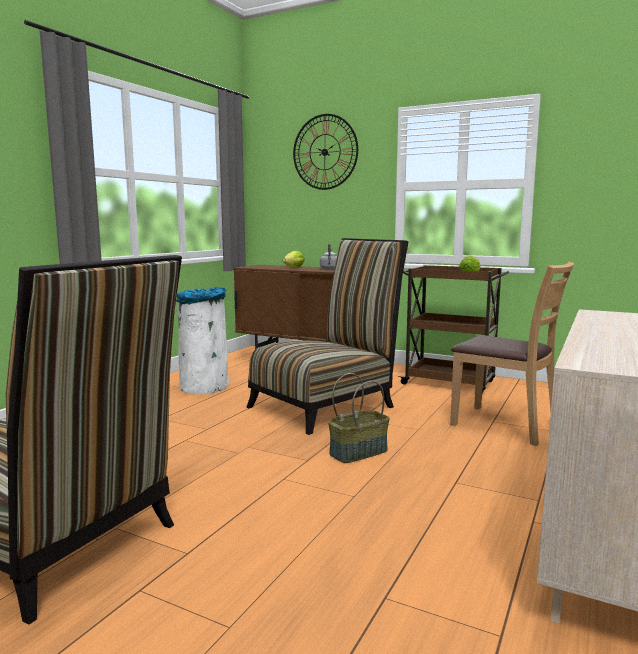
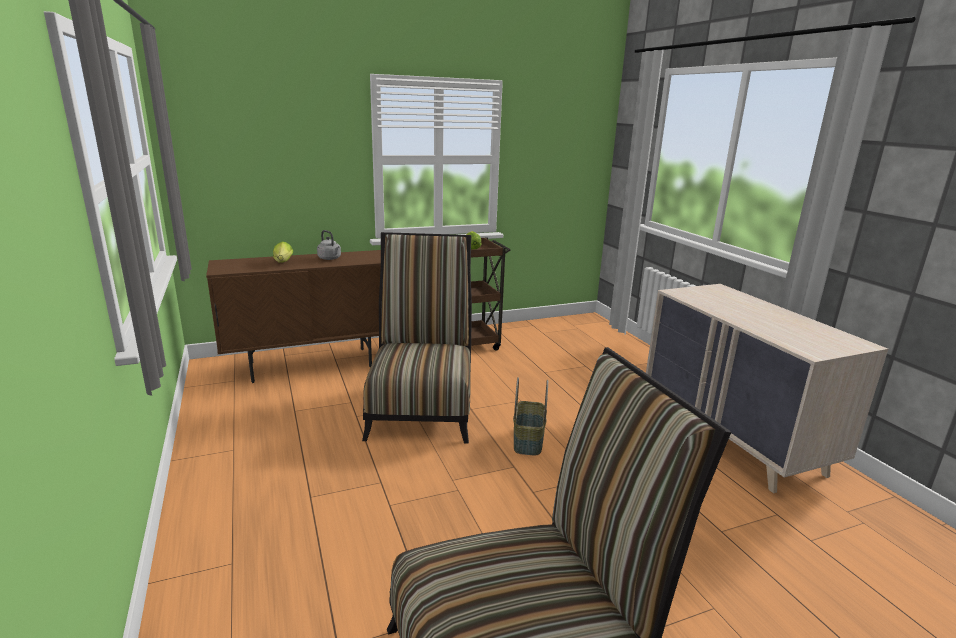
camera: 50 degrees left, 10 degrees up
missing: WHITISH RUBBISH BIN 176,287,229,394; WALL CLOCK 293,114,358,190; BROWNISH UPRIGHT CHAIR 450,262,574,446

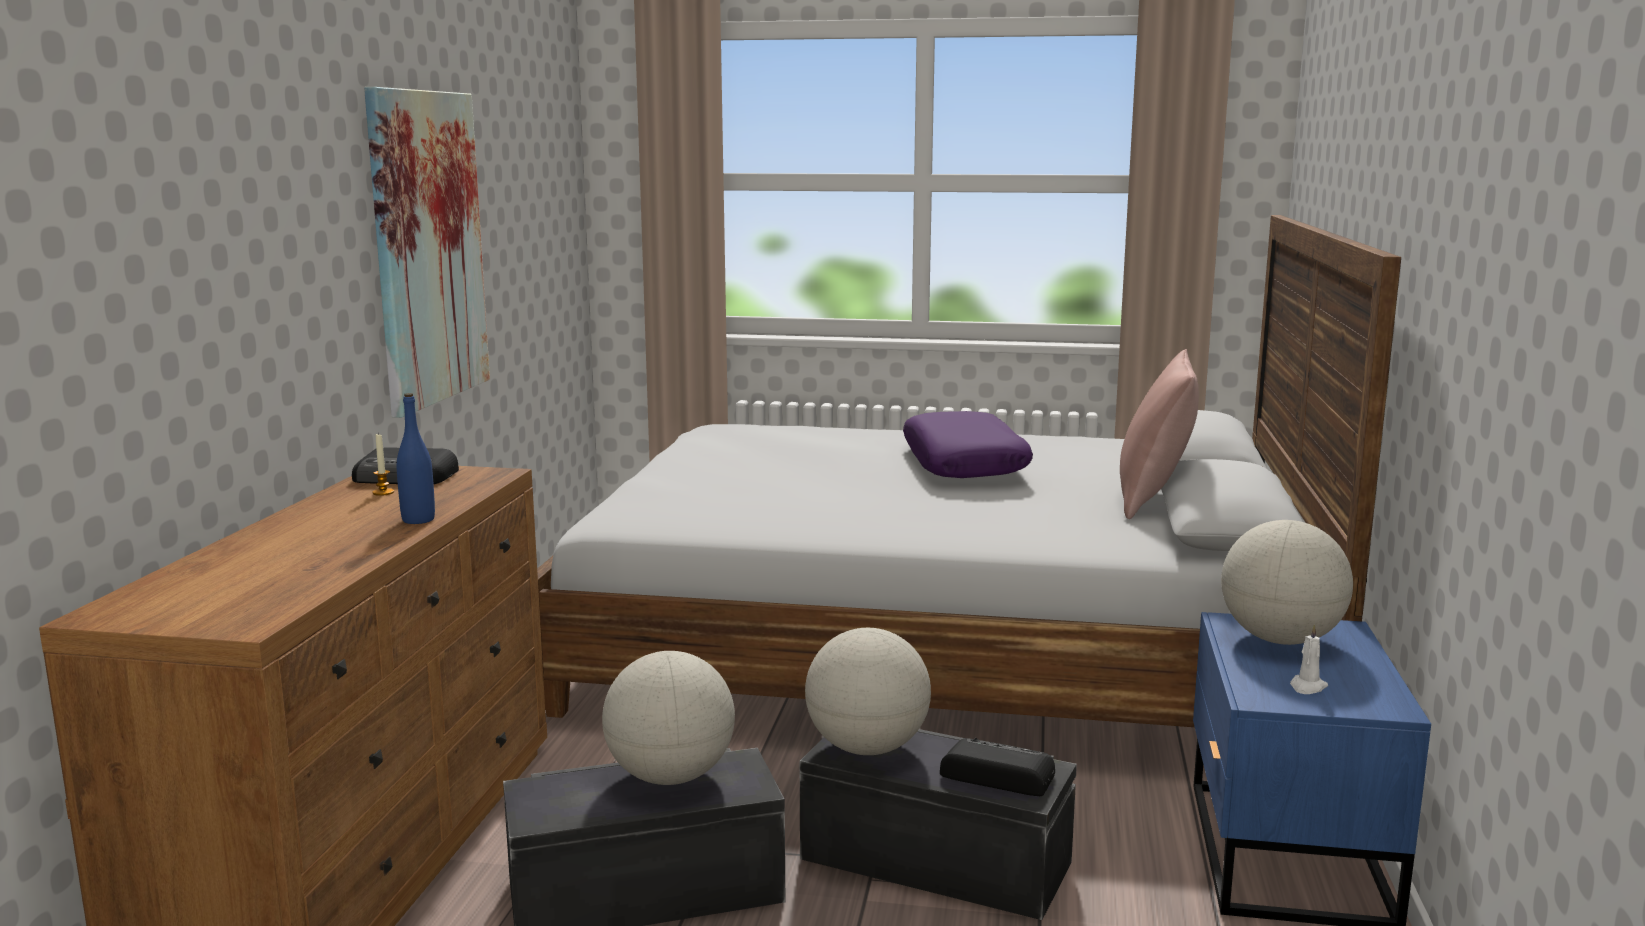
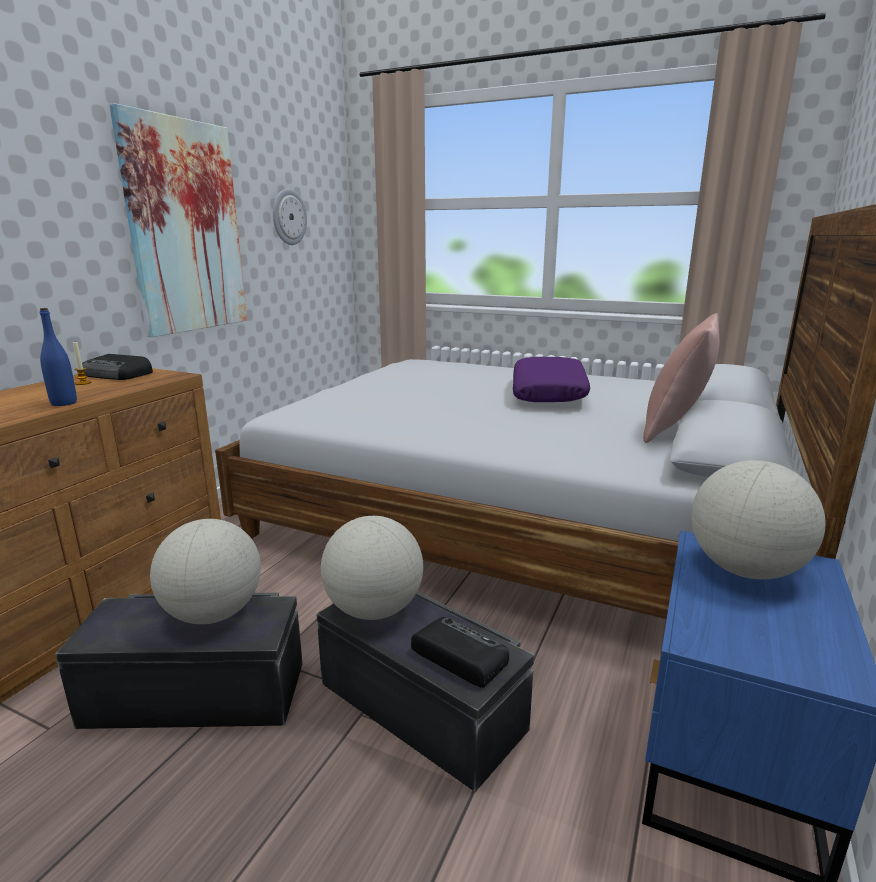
camera: 15 degrees right, 5 degrees up
missing: WHITISH WAX LIGHT 1290,624,1328,694
appeared: WALL CLOCK 273,189,307,245

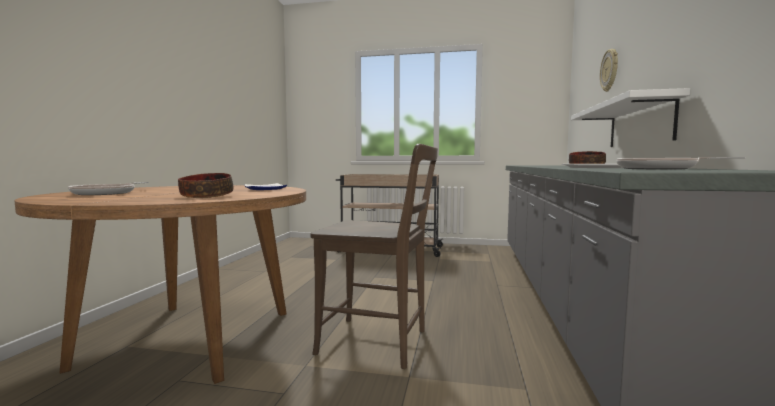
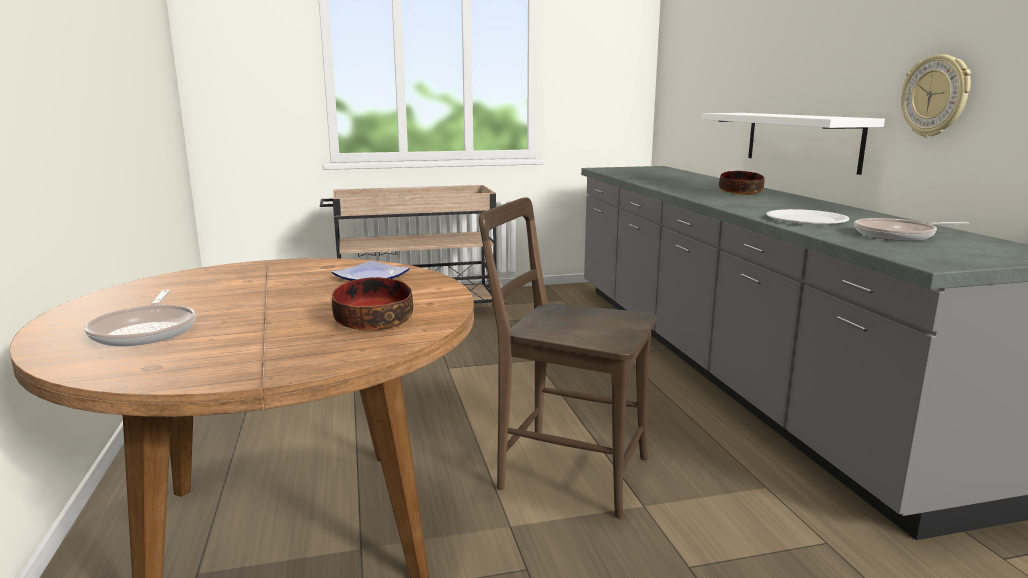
camera: 25 degrees left, 10 degrees up
relocated: WALL CLOCK 600,49,618,92 to 901,54,971,137
spun: BROWNISH UPRIGHT CHAIR 310,144,438,369 = 478,197,657,519 150 degrees counterclockwise

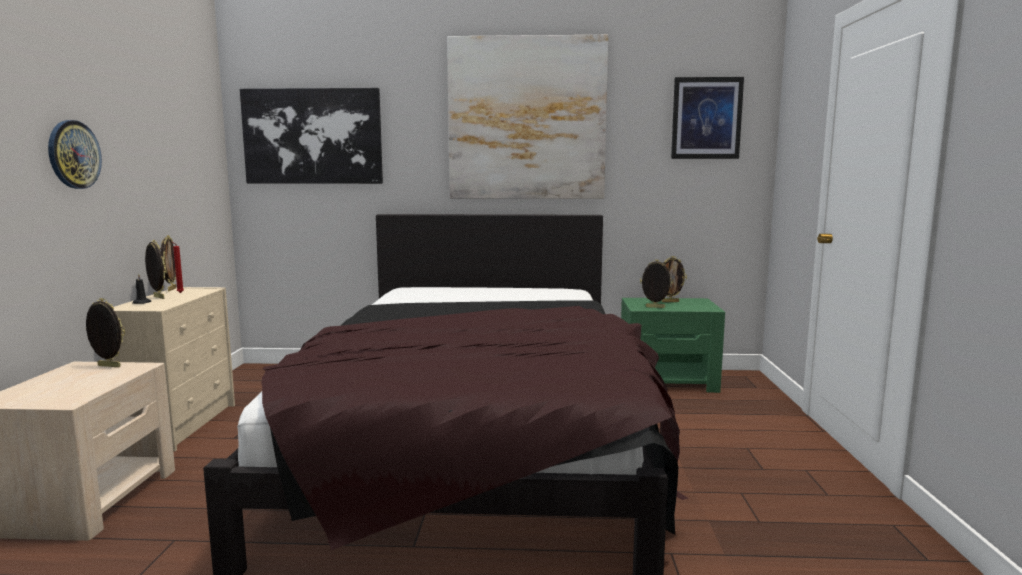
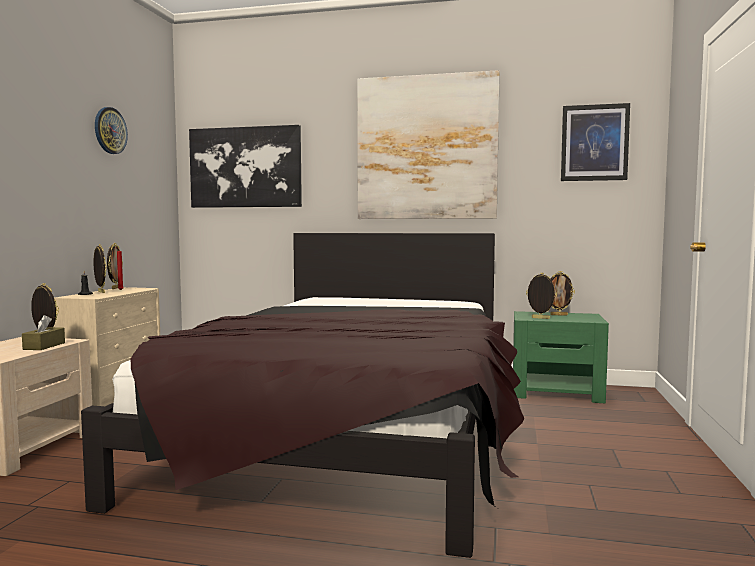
camera: 10 degrees right, 5 degrees down
appeared: BROWNISH TISSUE HOLDER 22,315,65,350
relocated: WALL CLOCK 48,120,102,189 to 95,107,128,154

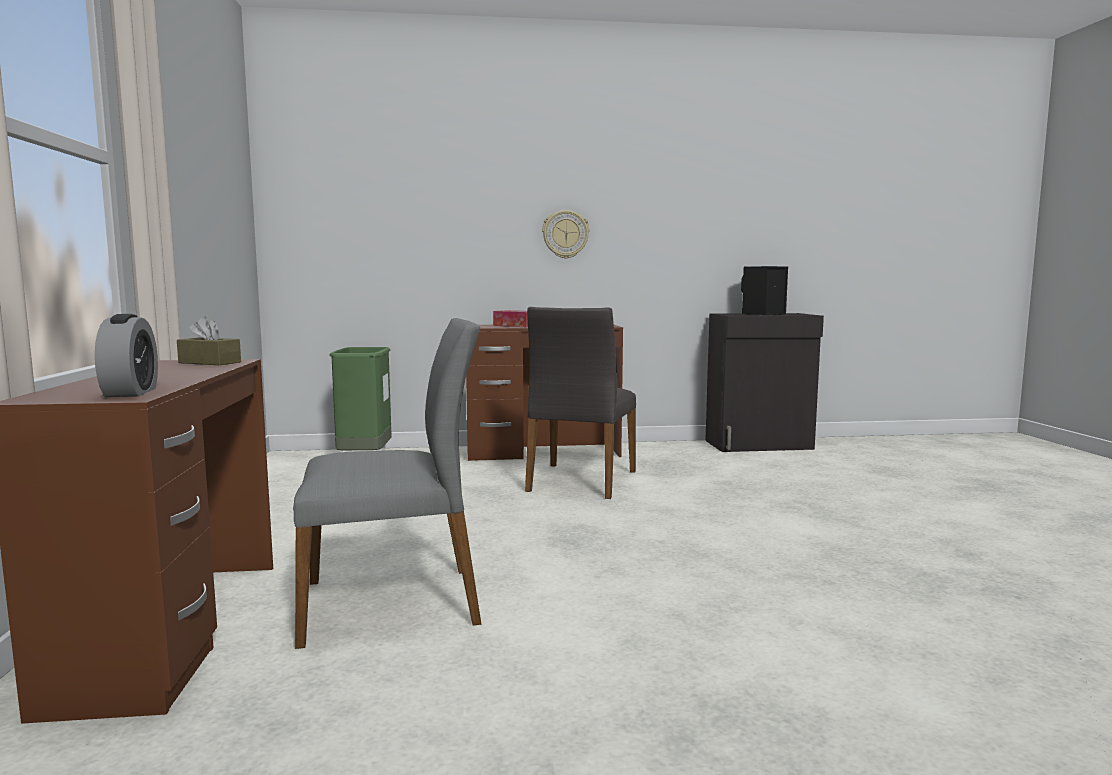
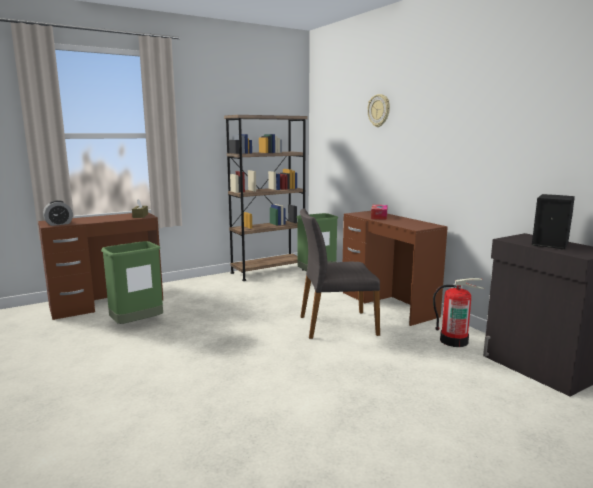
camera: 65 degrees right, 5 degrees up
appeared: BROWNISH SHELVING UNIT 224,115,308,281; FIRE-FIGHTING CYLINDER 433,278,485,347
relocated: WALL CLOCK 542,210,589,259 to 368,94,390,127
exchanged: GREY UPRIGHT CHAIR 293,318,482,649 to GREENISH RUBBISH BIN 101,241,163,324

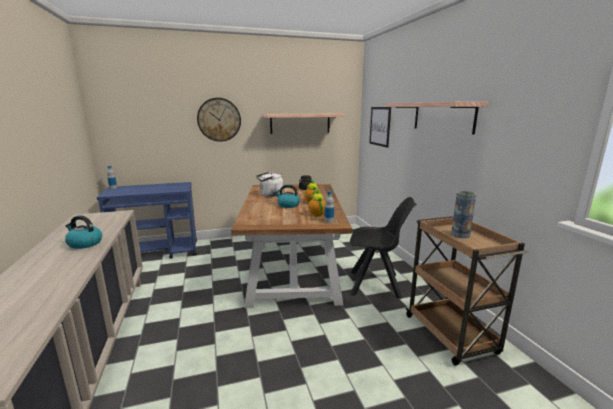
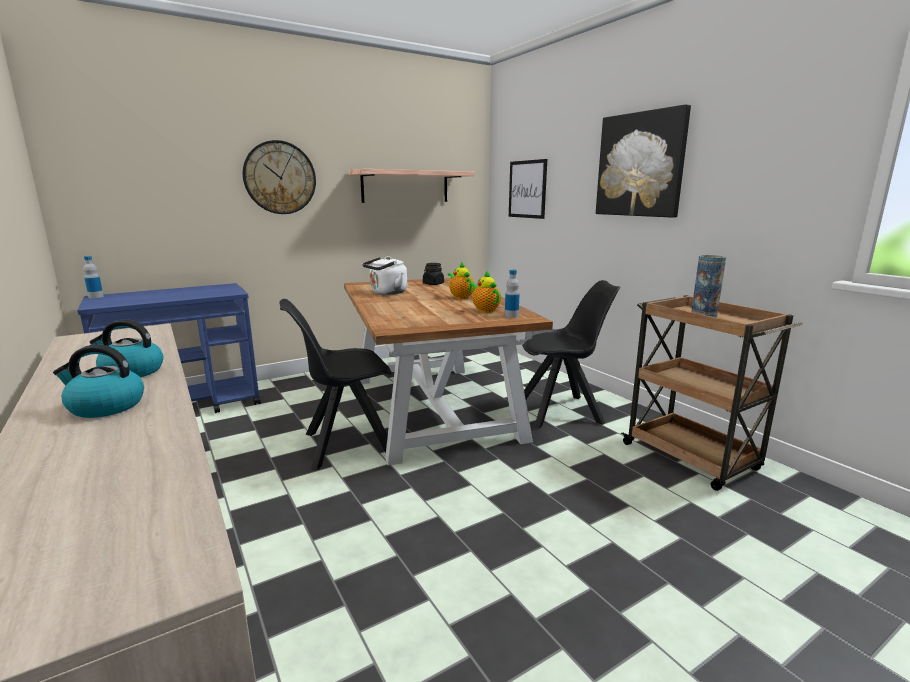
camera: 15 degrees left, 0 degrees up
appeared: BLACK-COLOURED UPRIGHT CHAIR 279,299,392,471
relocated: KETTLE 275,185,300,208 to 53,345,144,418
exchanged: SHELF 386,102,489,135 to WALL PICTURE 596,104,691,218

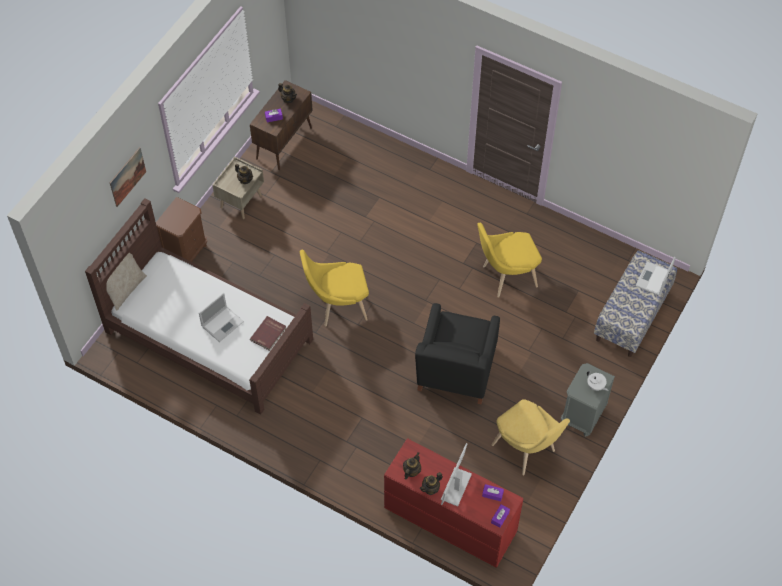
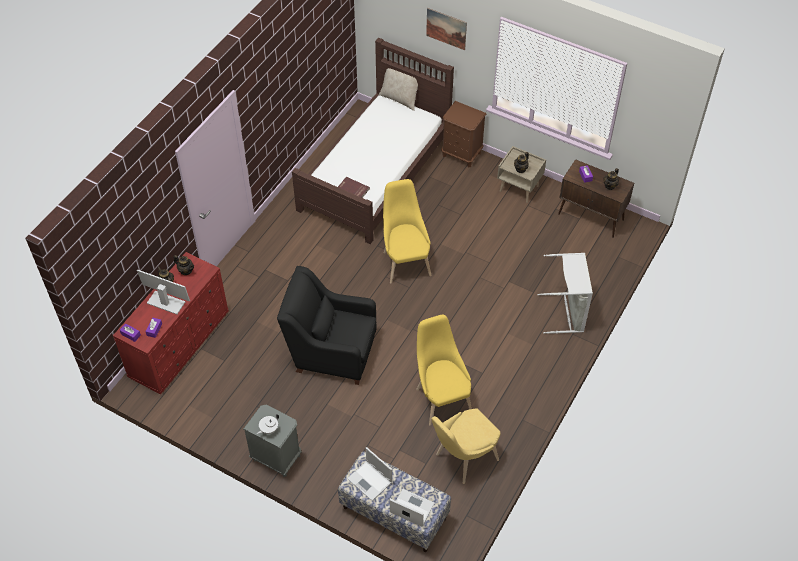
camera: 90 degrees right, 5 degrees down
appeared: GREY LAUNDRY BASKET 537,253,593,334
relocated: NOTEBOOK COMPUTER 199,293,244,342 to 347,447,392,501; YELLOW-COLOURED UPRIGHT CHAIR 491,399,570,475 to 431,409,501,484

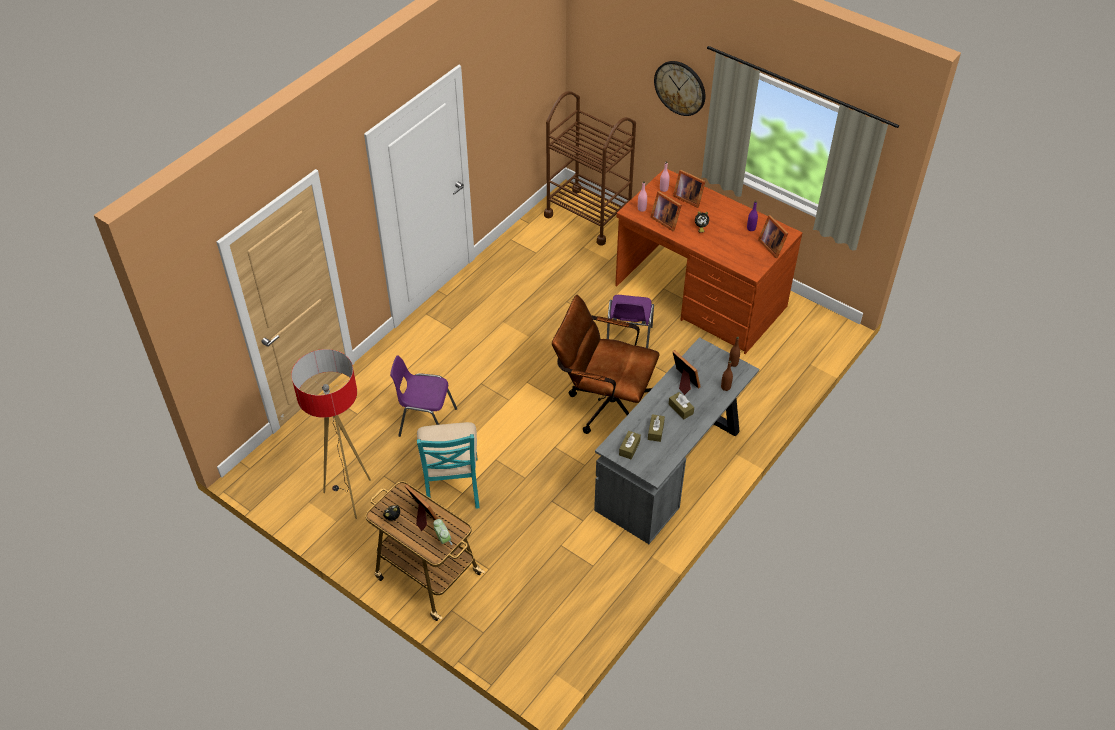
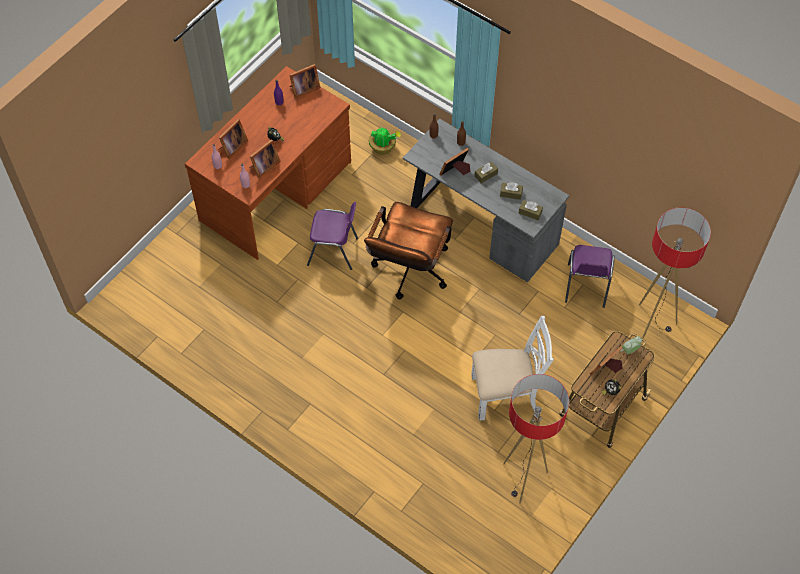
camera: 90 degrees left, 10 degrees up
missing: BROWNISH CART 544,91,636,246; WALL CLOCK 654,61,705,116
appeared: POTTED PLANT 369,128,401,155; STANDARD LAMP 639,208,711,339
relocated: PURPLISH UPRIGHT CHAIR 390,356,457,437 to 565,245,615,308
colour: BLUE-GREEN UPRIGHT CHAIR 417,422,480,509 to WHITISH UPRIGHT CHAIR 471,316,554,421

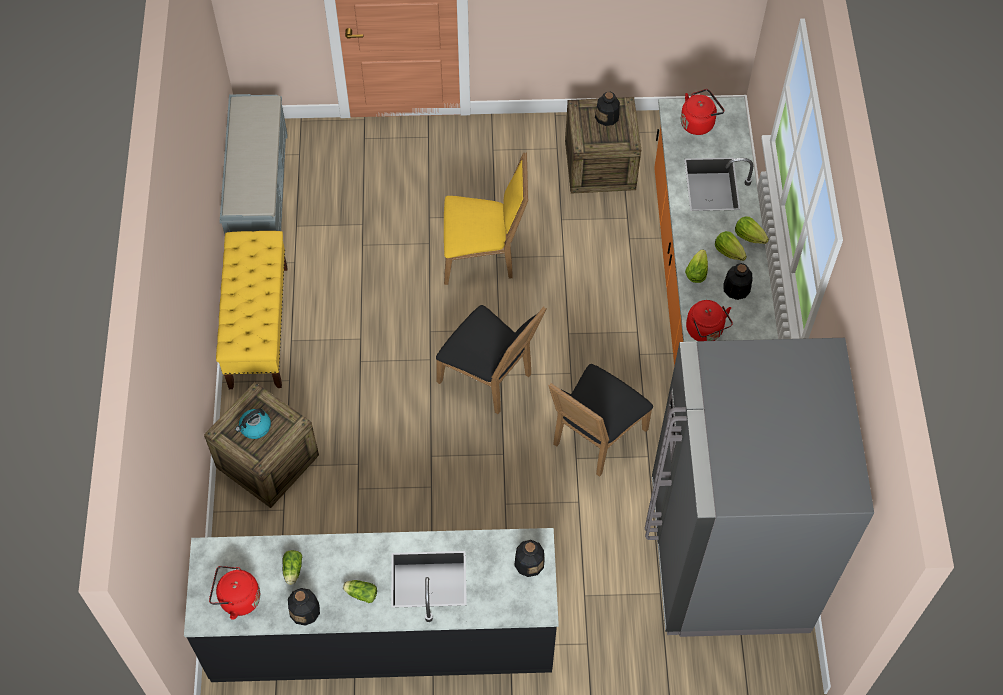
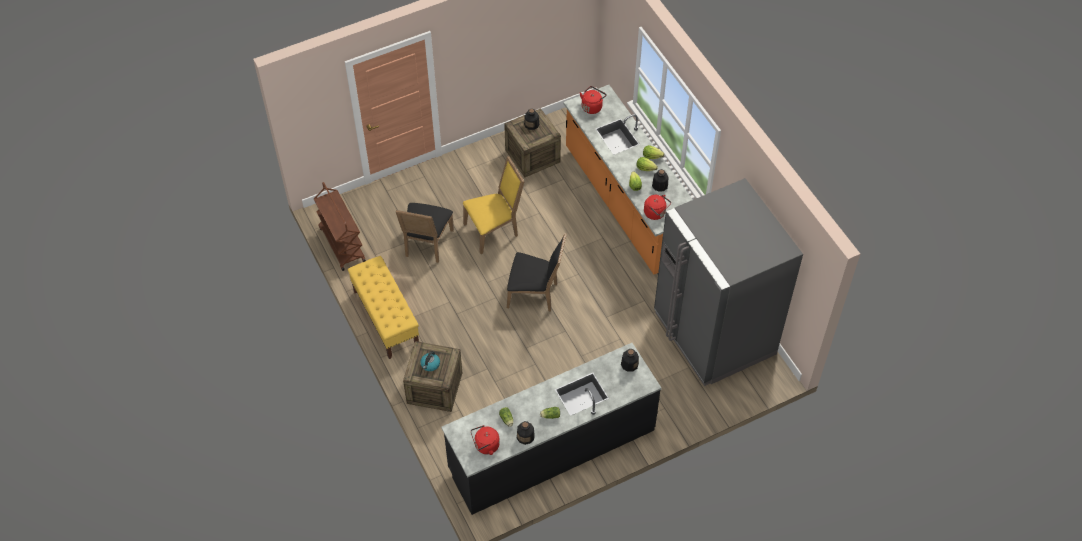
camera: 25 degrees left, 5 degrees down
relocated: BLACK-COLOURED UPRIGHT CHAIR 548,364,653,477 to 396,203,454,263
exchanged: GREY BENCH 220,94,288,234 to BROWNISH CART 314,182,366,271

